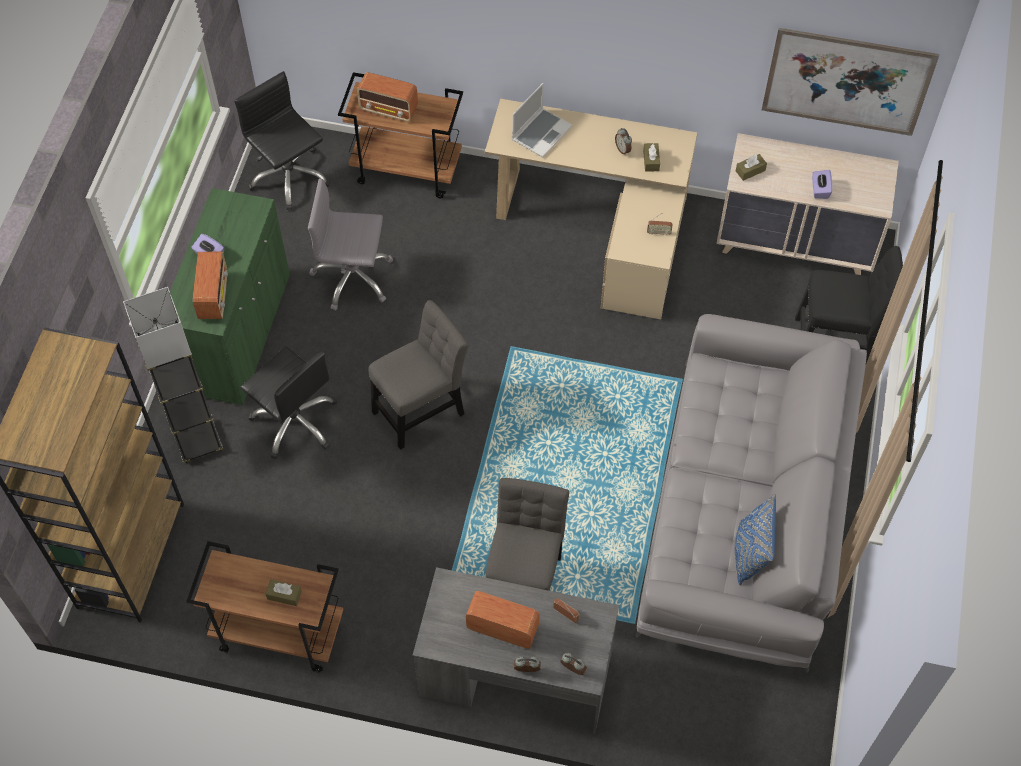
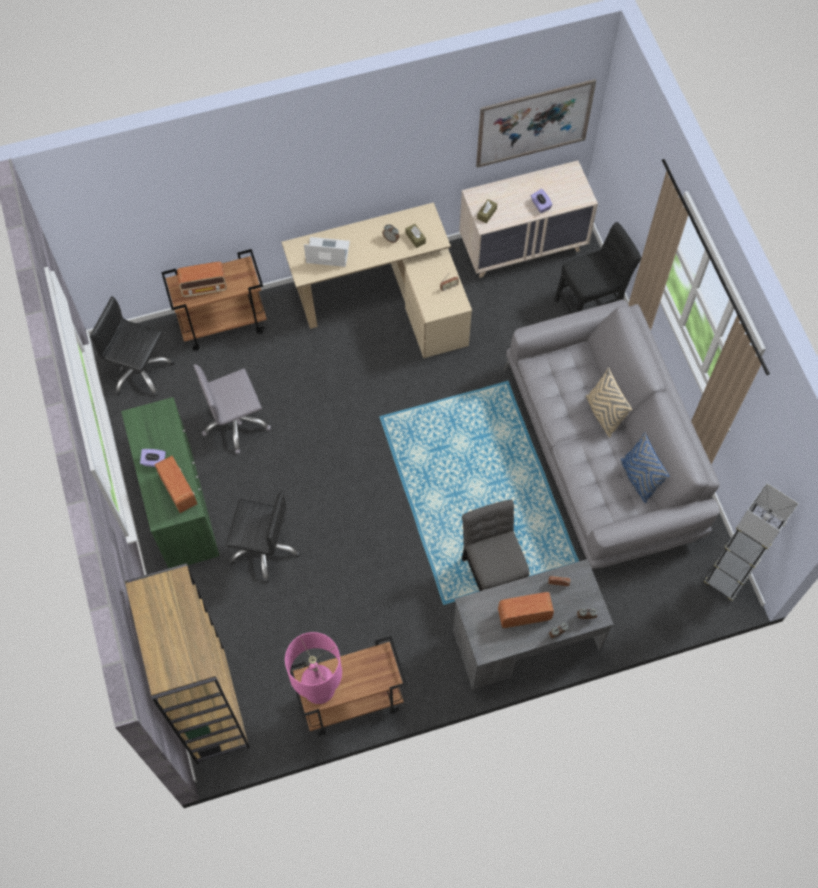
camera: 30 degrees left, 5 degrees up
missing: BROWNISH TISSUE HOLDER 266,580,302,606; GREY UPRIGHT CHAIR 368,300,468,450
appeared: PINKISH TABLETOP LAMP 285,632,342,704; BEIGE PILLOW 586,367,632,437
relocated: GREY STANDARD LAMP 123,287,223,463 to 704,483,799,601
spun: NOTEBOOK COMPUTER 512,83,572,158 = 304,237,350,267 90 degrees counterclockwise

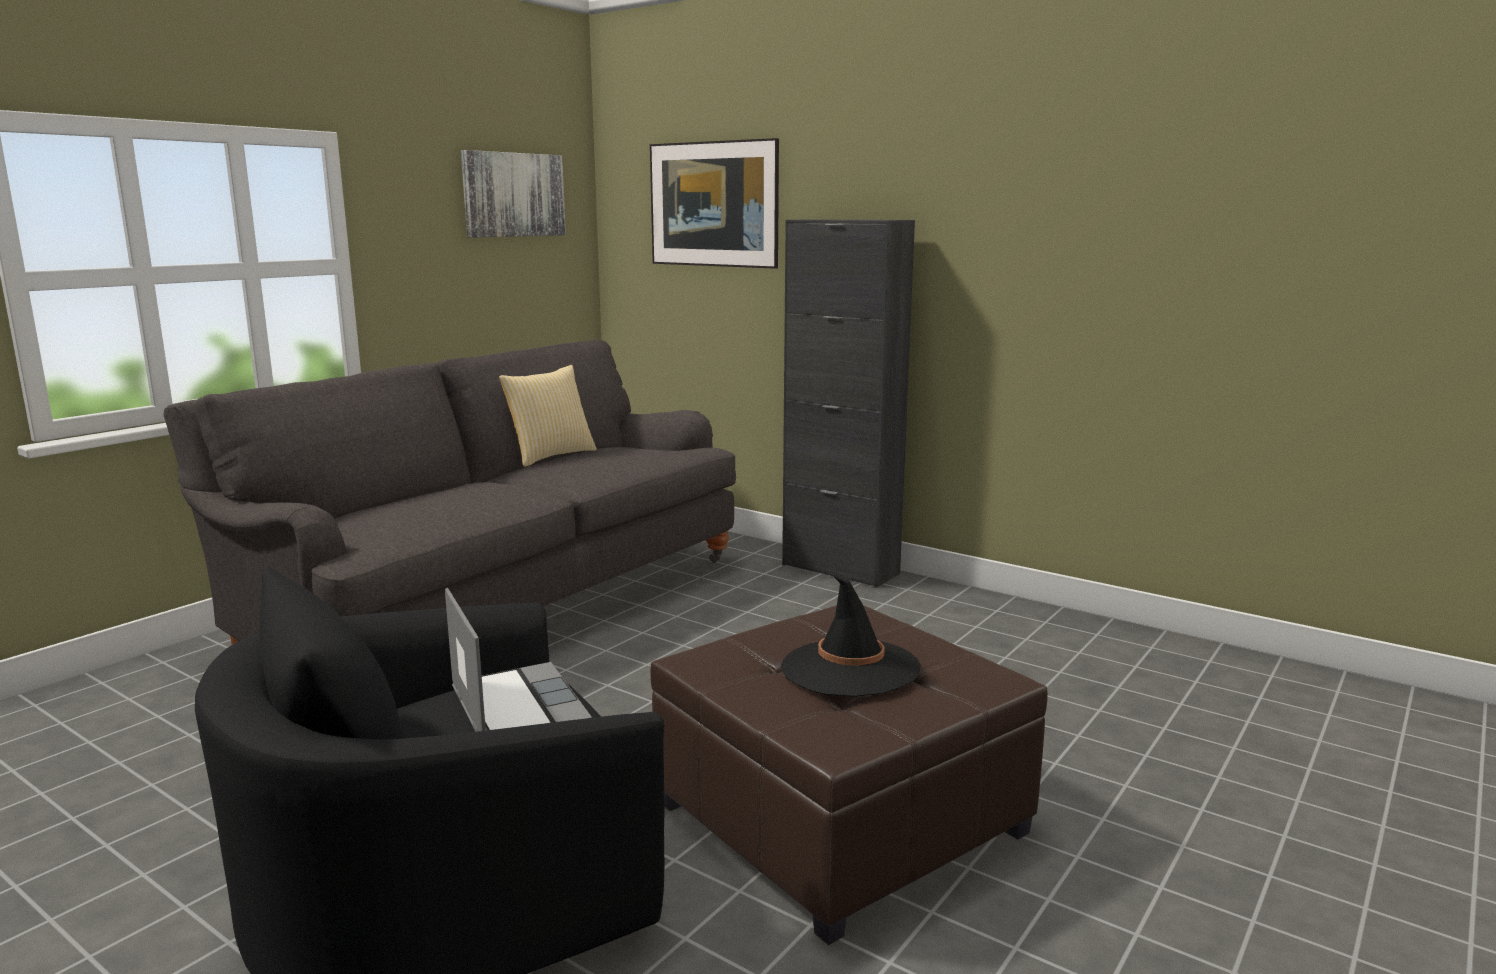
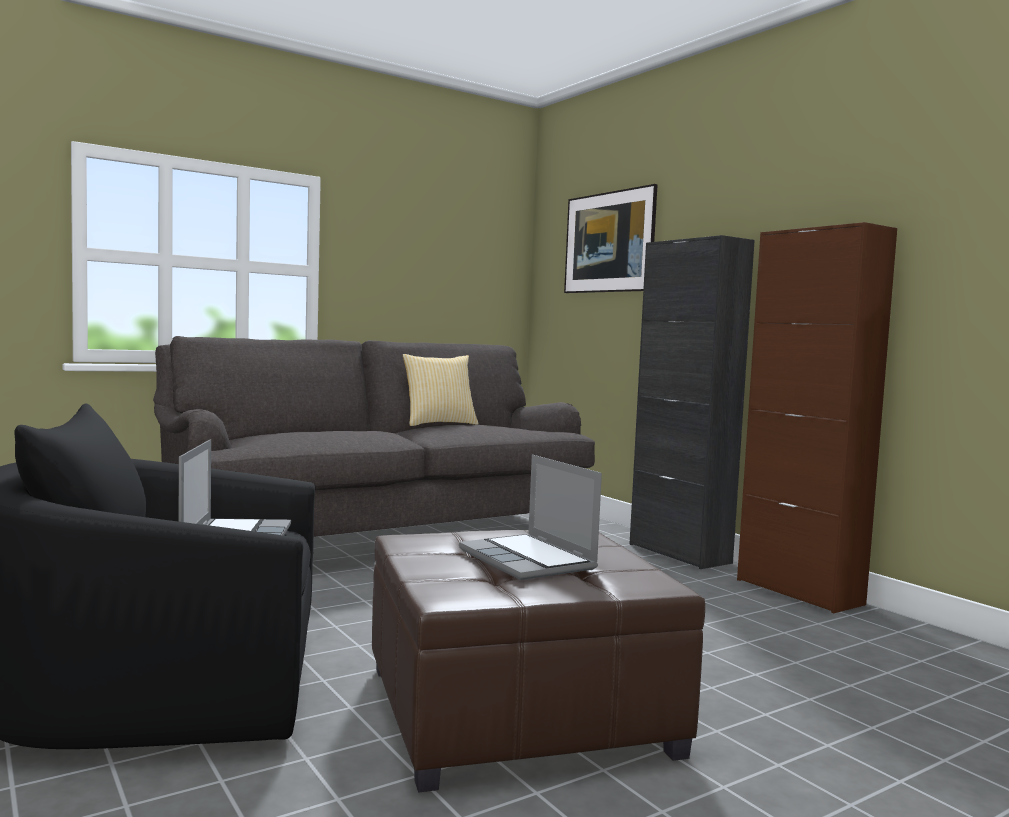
camera: 20 degrees right, 10 degrees down
missing: WALL PICTURE 461,150,566,238
appeared: BROWNISH CUPBOARD 737,222,897,613
exchanged: BLACK-COLOURED WEARABLE HAT 781,576,920,697 to NOTEBOOK COMPUTER 459,455,602,580

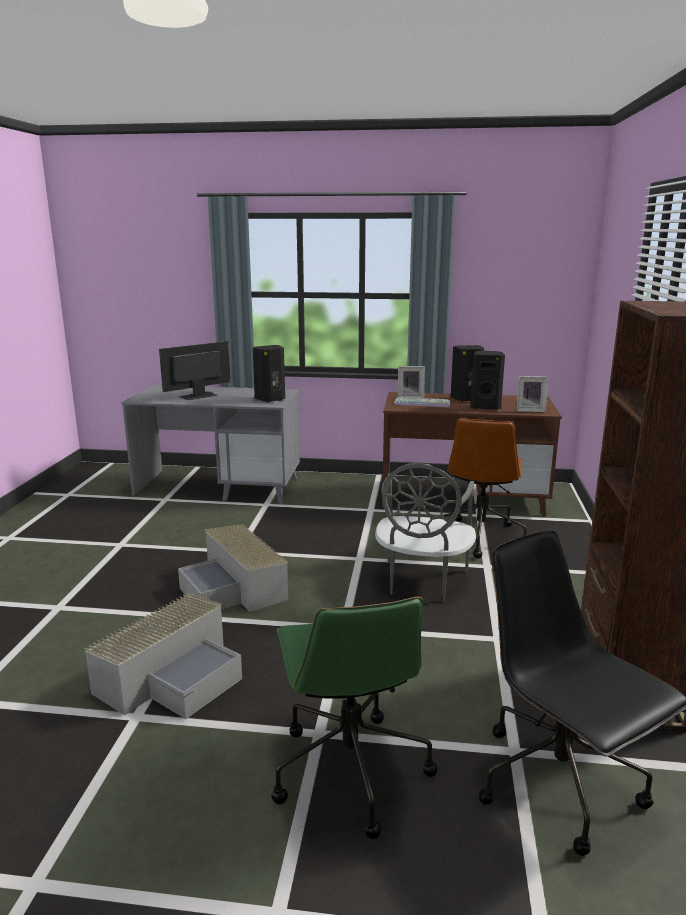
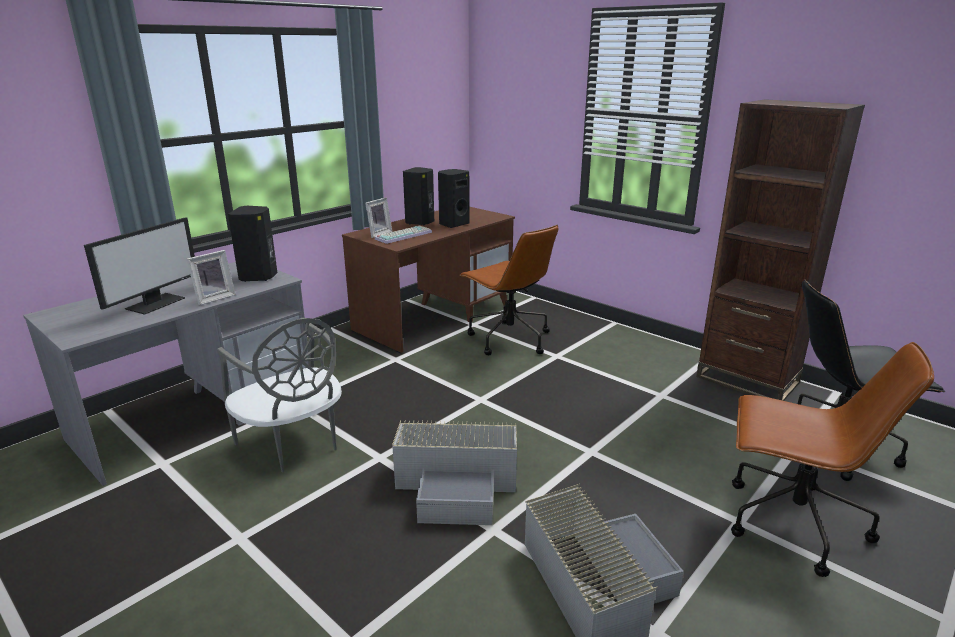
camera: 55 degrees left, 5 degrees up
relocated: STANDING FRAME 516,376,548,412 to 187,250,236,305; GREY UPRIGHT CHAIR 375,464,476,602 to 217,318,342,473
colour: GREENISH DESK CHAIR 271,597,438,839 to BROWNISH DESK CHAIR 731,342,934,577
spun: COMPUTER DISPLAY 159,341,230,400 = 84,217,195,315 150 degrees counterclockwise

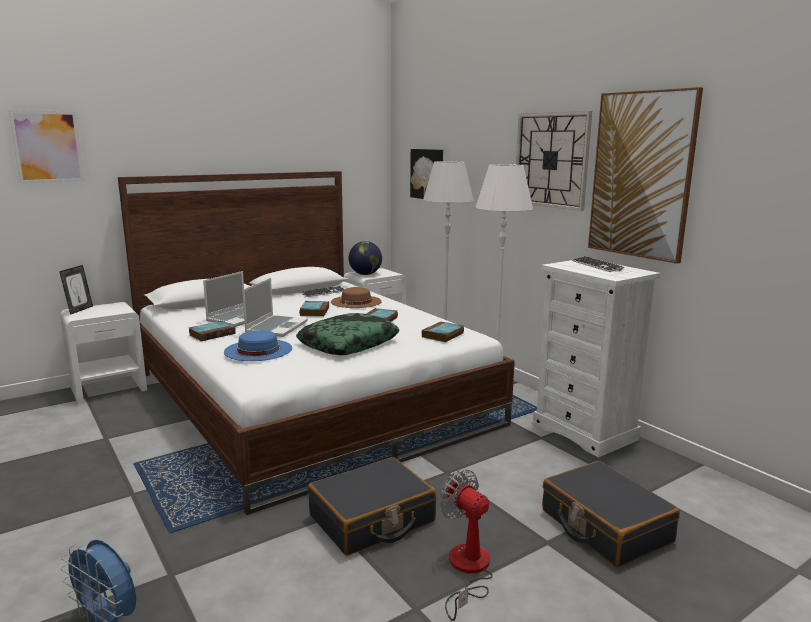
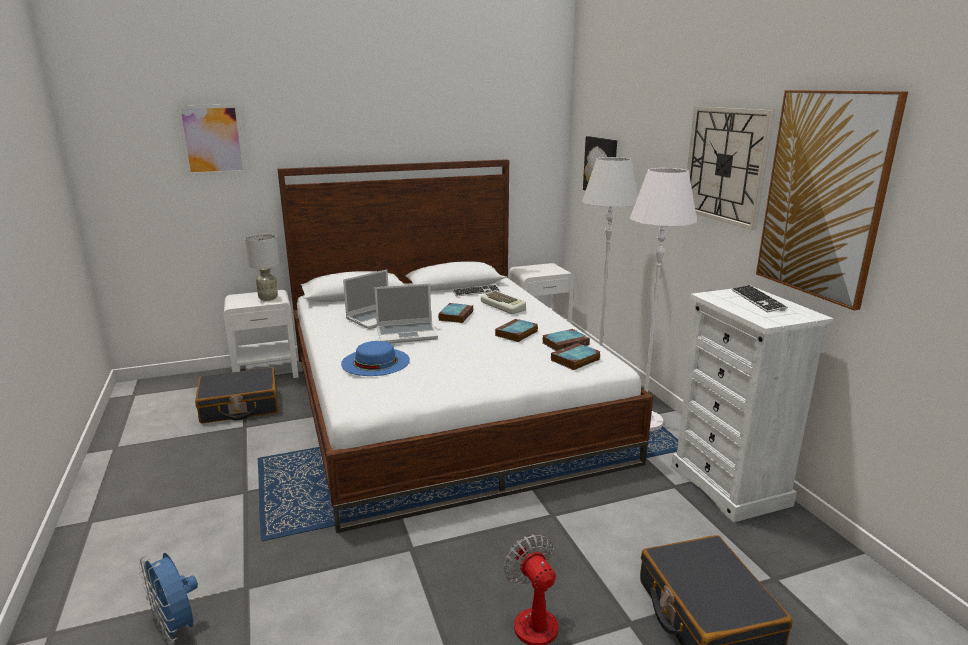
camera: 15 degrees right, 5 degrees up
missing: STANDING FRAME 59,265,93,315; PILLOW 296,313,400,355; GLOBE 349,241,382,275
appeared: GREY TABLETOP LAMP 245,234,280,301
relocated: BLACK-COLOURED PIECE OF LUGGAGE 308,457,436,555 to 195,367,279,423; BOOK 189,321,236,341 to 542,329,590,351
exchanged: BROWNISH WEARABLE HAT 331,287,382,308 to PC KEYBOARD 481,290,526,314
spun: NOTEBOOK COMPUTER 242,278,308,337 = 374,283,438,344 45 degrees clockwise

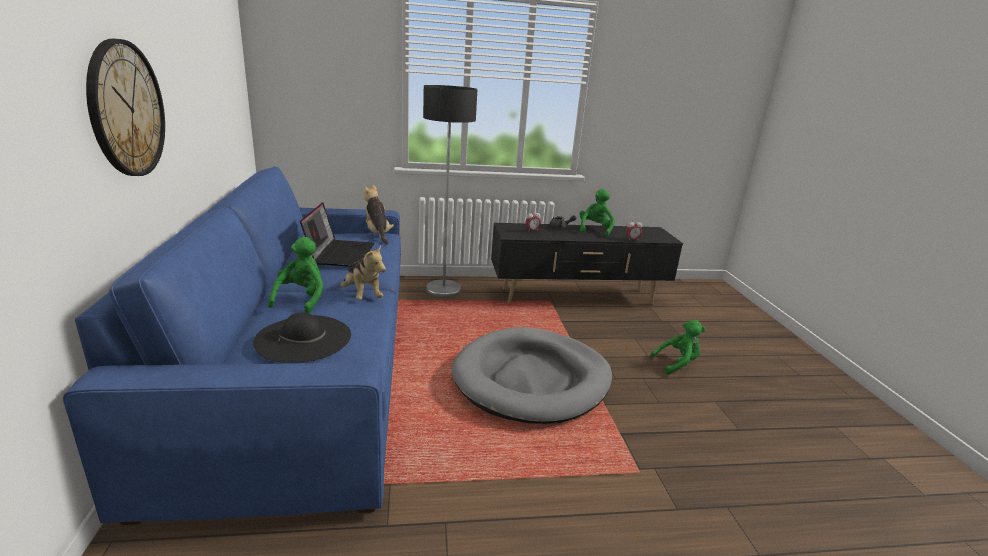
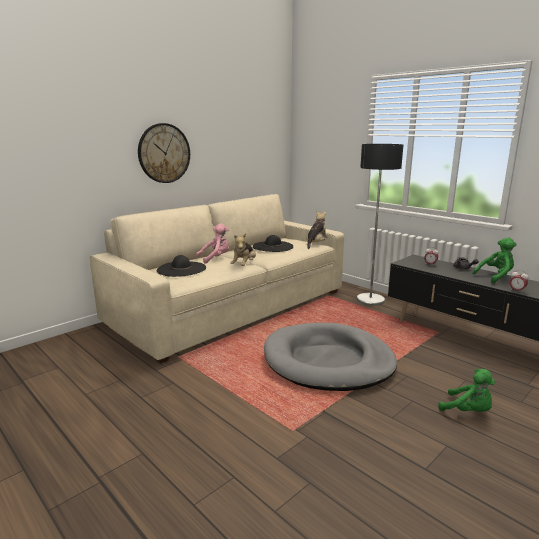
camera: 55 degrees right, 5 degrees down
exchanged: NOTEBOOK COMPUTER 300,202,374,267 to BLACK-COLOURED WEARABLE HAT 253,235,293,252
colour: BLUE SOFA 63,166,401,525 to BEIGE SOFA 90,194,344,364; GREENISH PLUSH TOY 268,237,324,314 to PINKISH PLUSH TOY 196,223,229,263

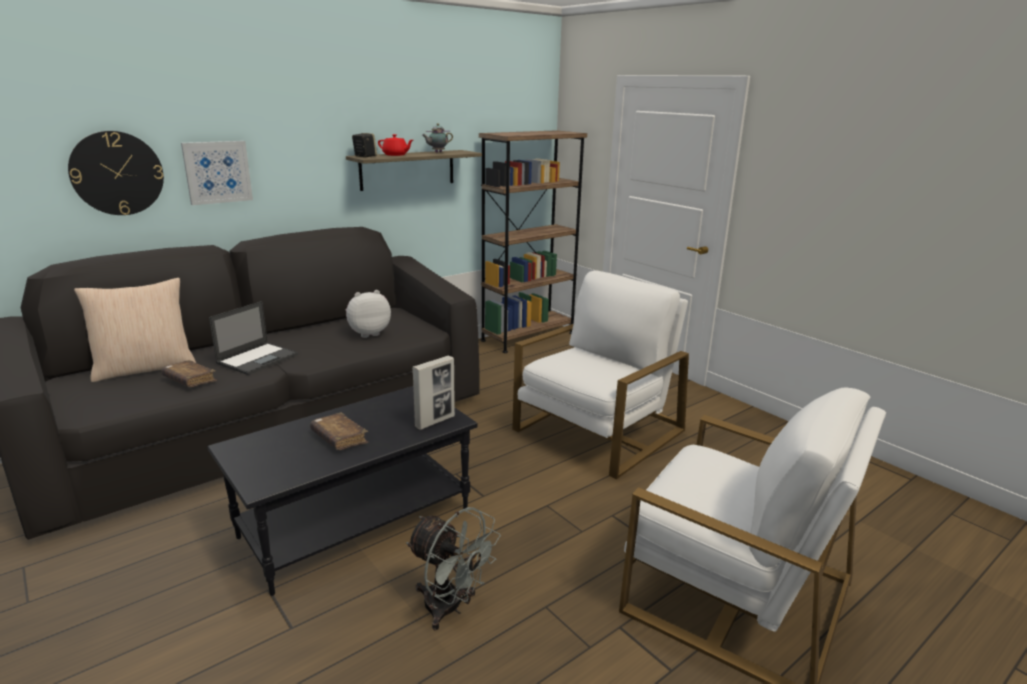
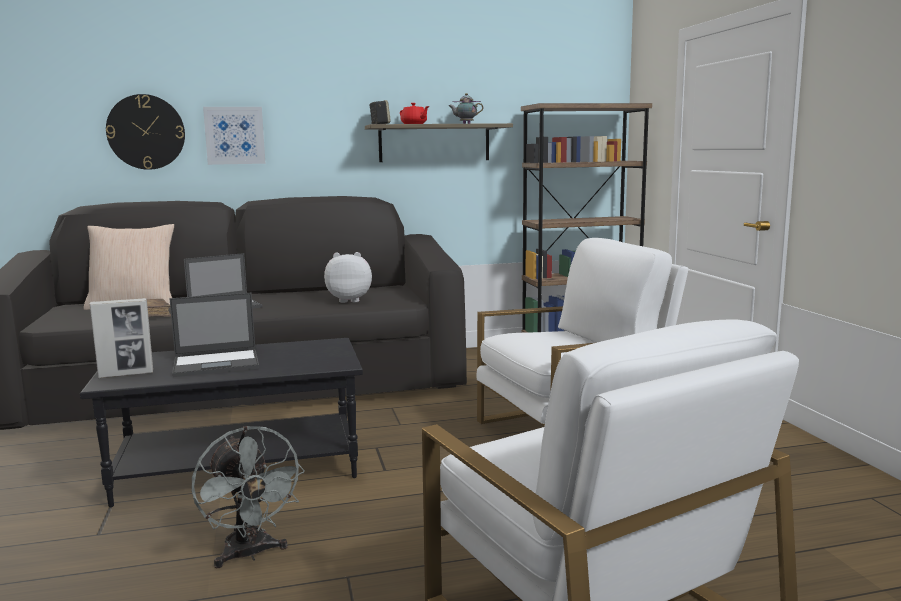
camera: 25 degrees right, 10 degrees down
relocated: STANDING FRAME 412,356,455,430 to 90,298,153,378
exchanged: BROWNISH BOOK 310,412,368,450 to NOTEBOOK COMPUTER 169,293,259,377

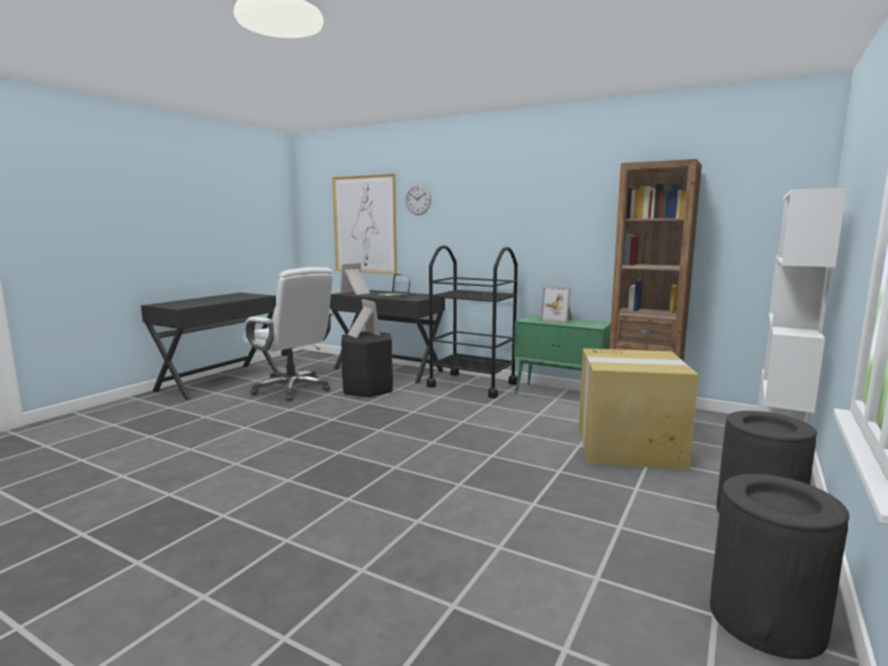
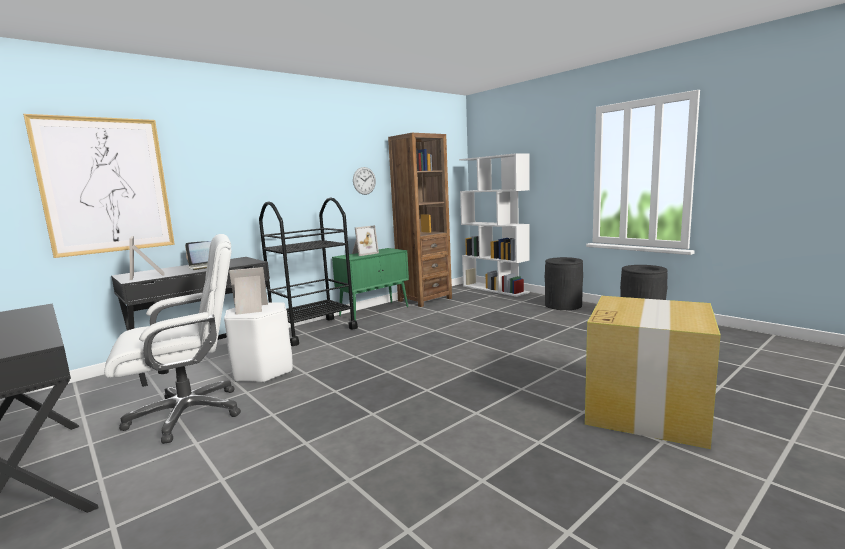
camera: 70 degrees left, 0 degrees up
relocated: WALL CLOCK 405,184,431,215 to 353,167,376,195; PACKING BOX 579,348,699,470 to 585,296,721,449
colour: BLACK-COLOURED STOOL 341,331,393,398 to WHITISH STOOL 224,302,293,383

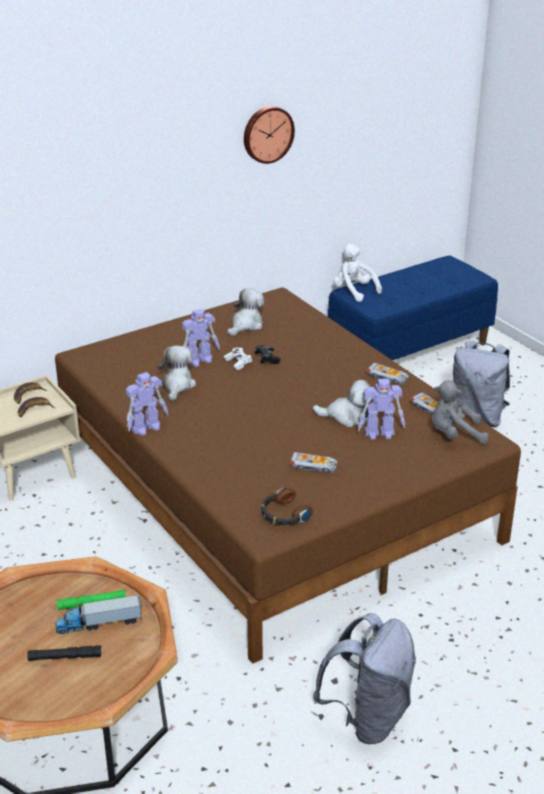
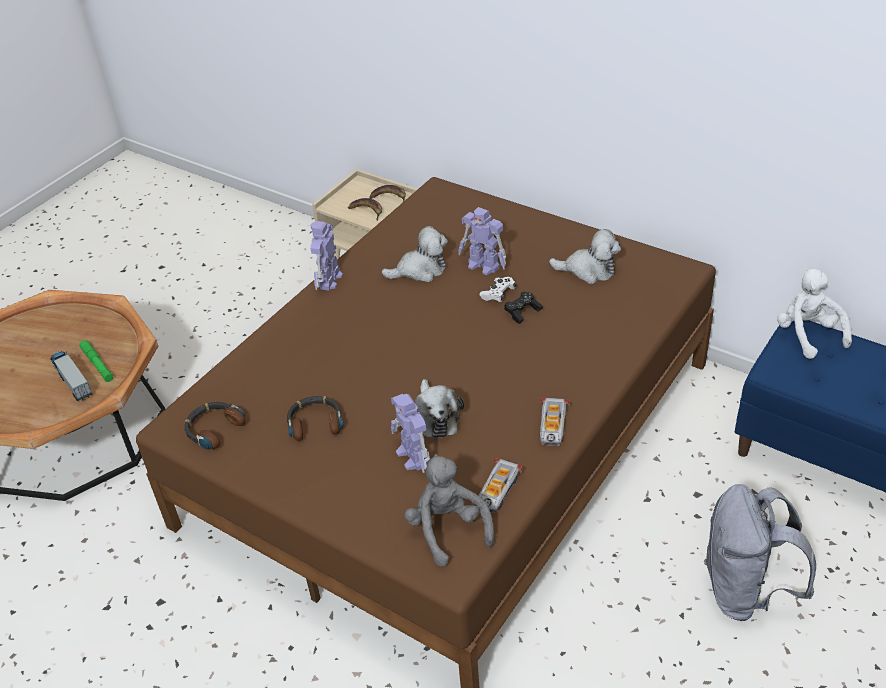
camera: 70 degrees right, 10 degrees up
missing: BLACK-COLOURED TORCH 28,645,101,661; WALL CLOCK 244,106,295,164; GREY KNAPSACK 313,613,416,744
exchanged: MINIATURE CAR 290,451,337,473 to HEADSET 287,396,344,441
spun: MODEL ROBOT 126,372,168,436 = 310,221,343,291 75 degrees clockwise; WHITISH PLUSH TOY 333,244,382,302 = 777,269,852,359 45 degrees counterclockwise

